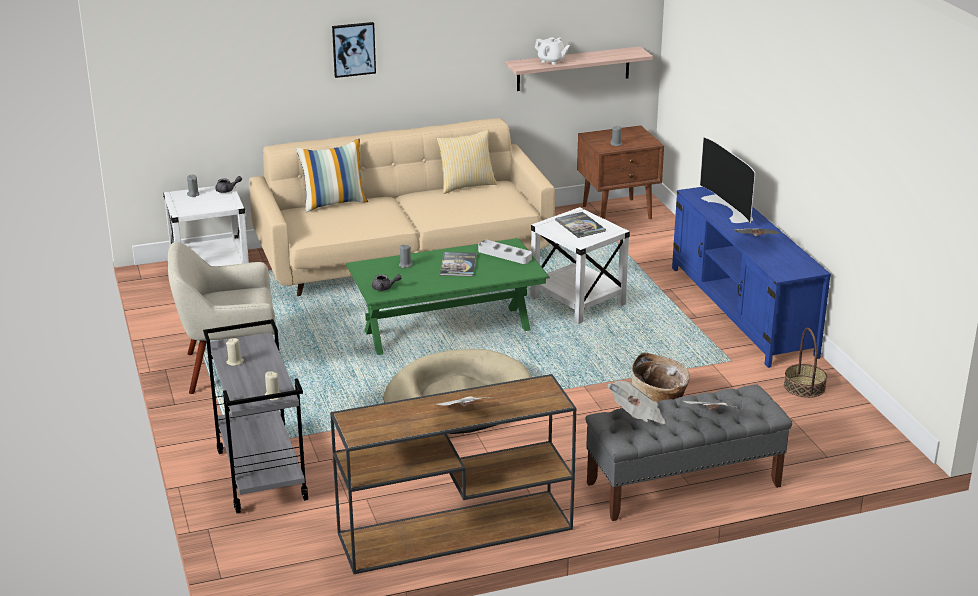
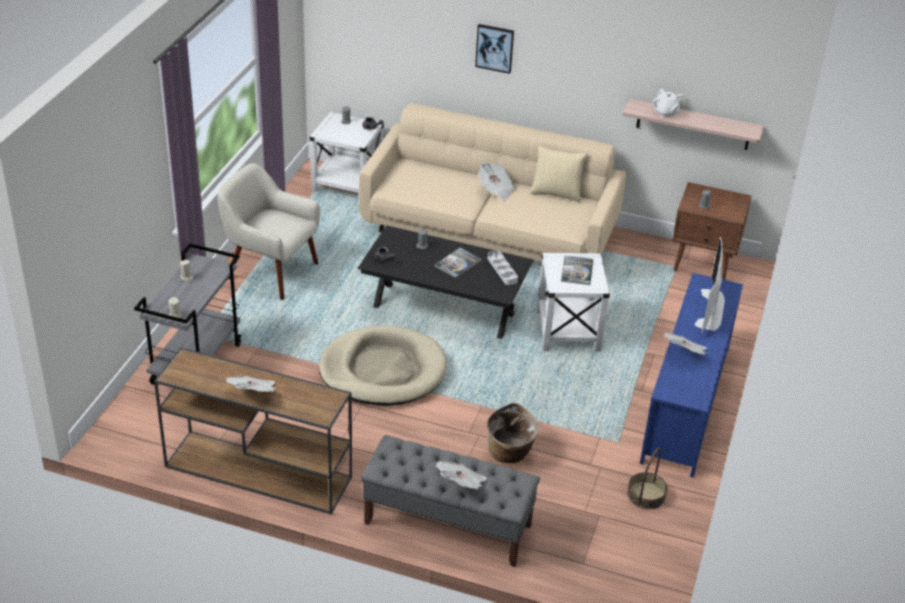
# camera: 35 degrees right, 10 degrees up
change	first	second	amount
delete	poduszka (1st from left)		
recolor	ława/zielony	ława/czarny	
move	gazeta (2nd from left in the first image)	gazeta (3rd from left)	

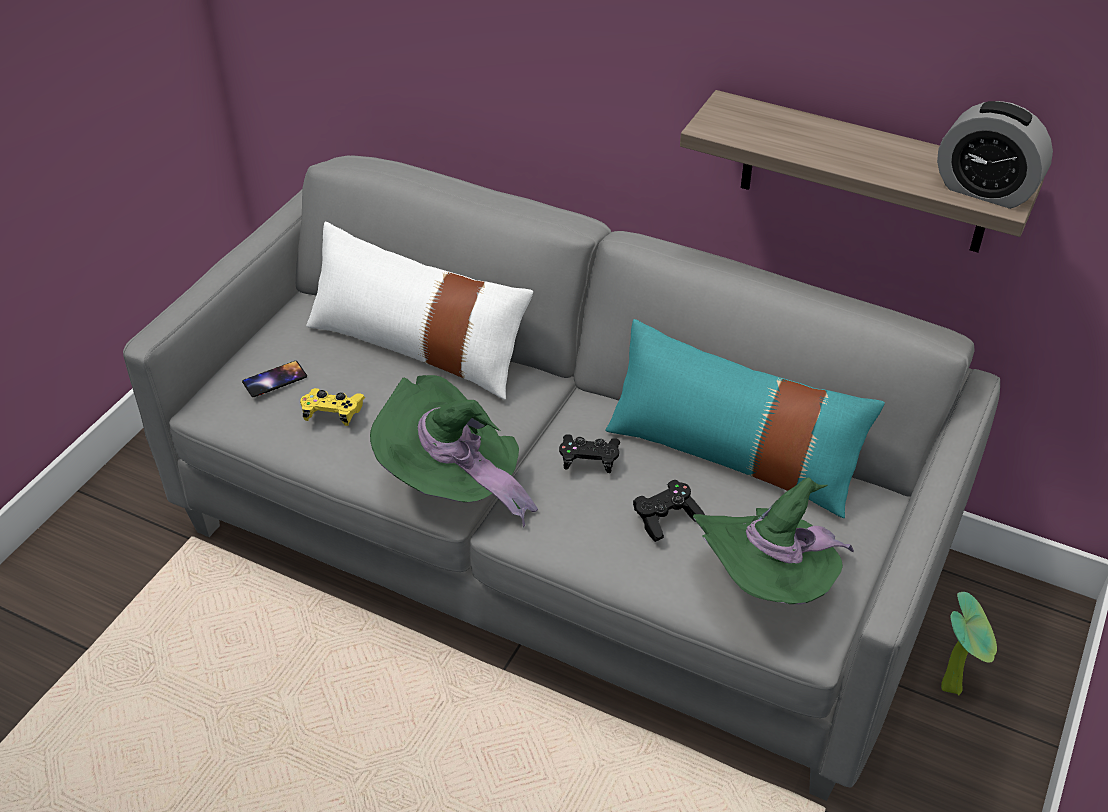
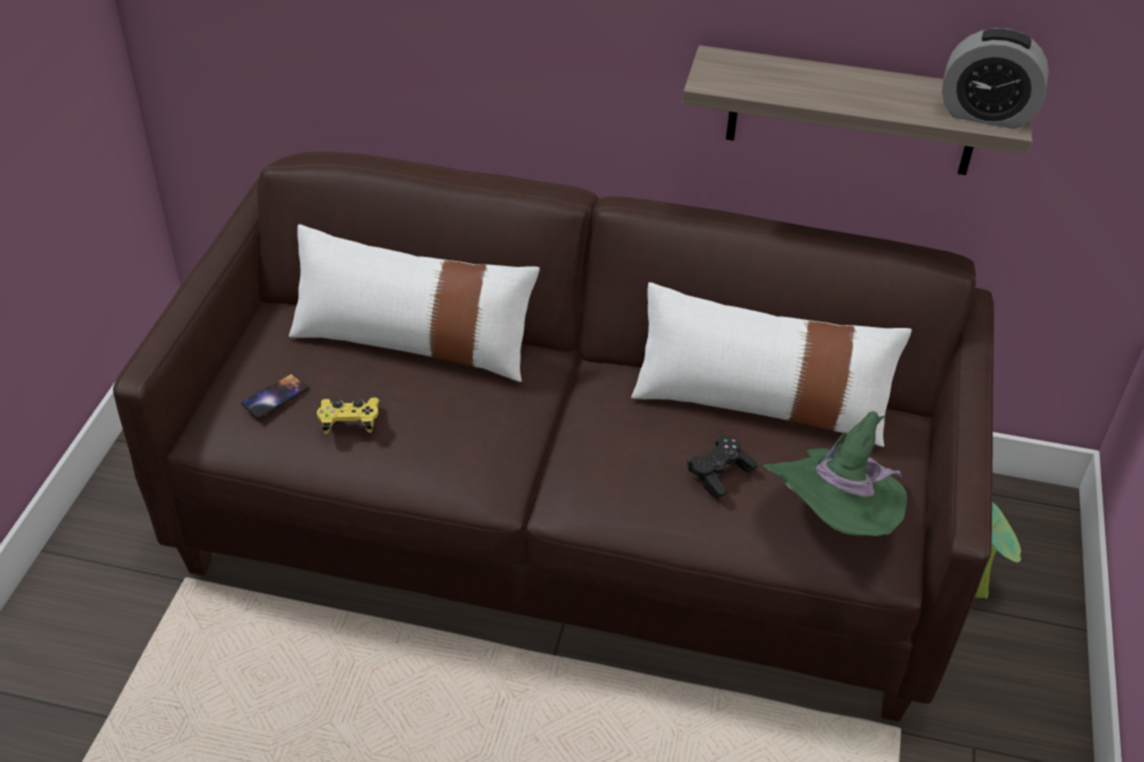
# camera: 15 degrees left, 0 degrees up
change	first	second	amount
recolor	kanapa/szary	kanapa/brązowy	
delete	kapelusz/zielony (1st from left)		
delete	pad do gier/czarny (1st from left)		
recolor	poduszka/turkusowy	poduszka/biały (2nd from left)	

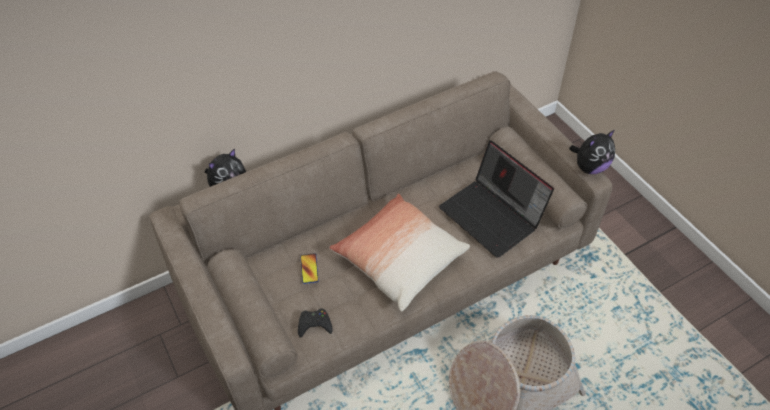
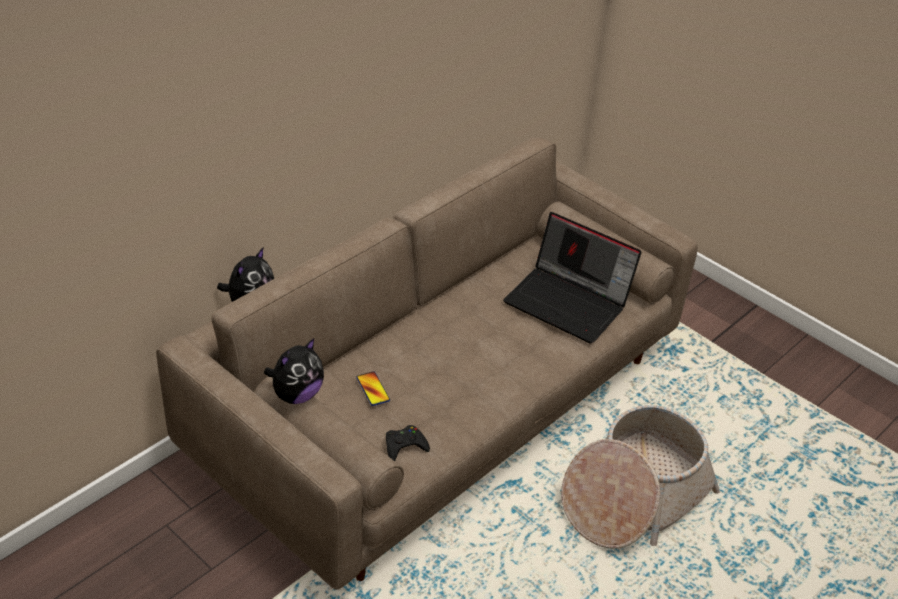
# camera: 20 degrees left, 10 degrees down
change	first	second	amount
delete	poduszka		
move	pluszak (2nd from left)		

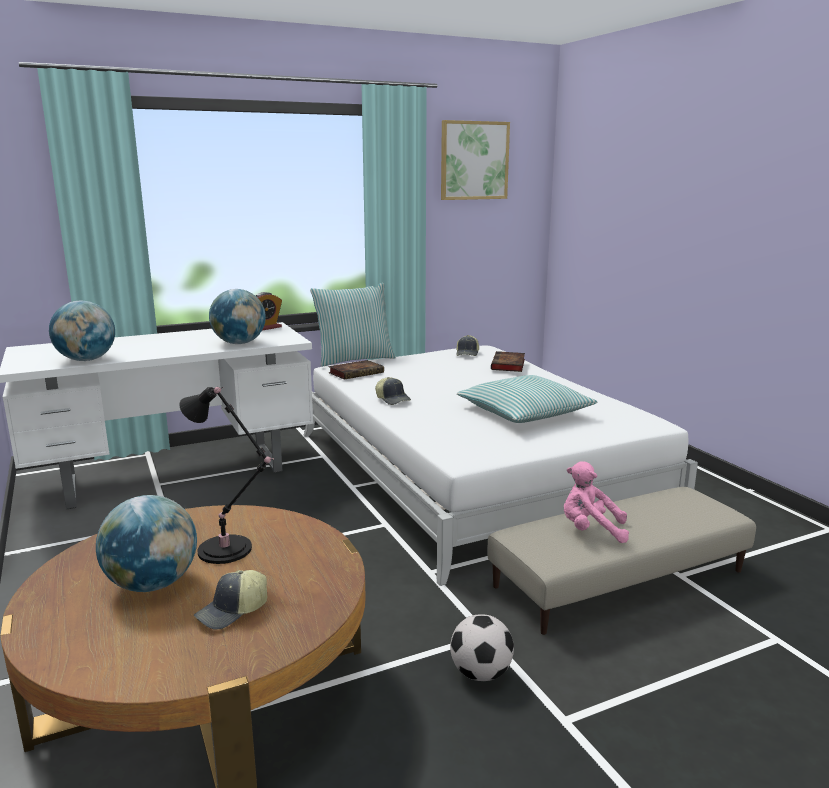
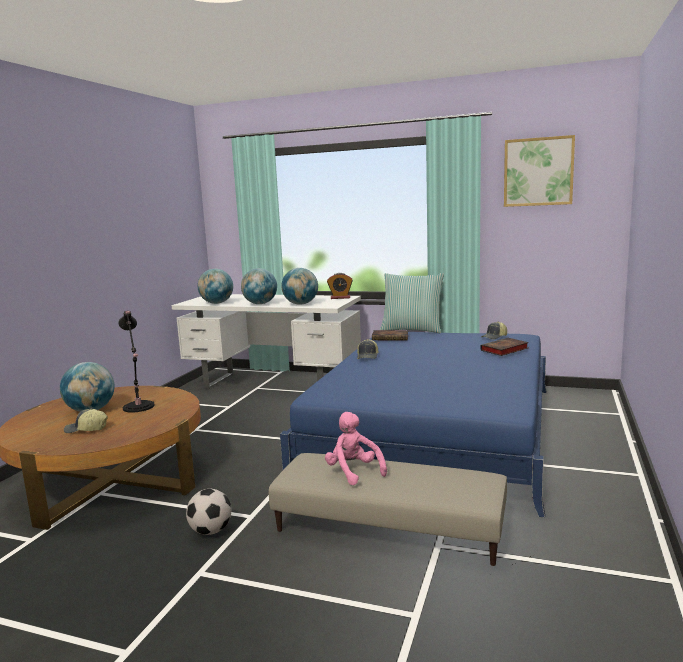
# camera: 45 degrees right, 5 degrees down
change	first	second	amount
recolor	łóżko/biały	łóżko/niebieski	
delete	poduszka (2nd from left)		
insert		globus (3rd from left)	

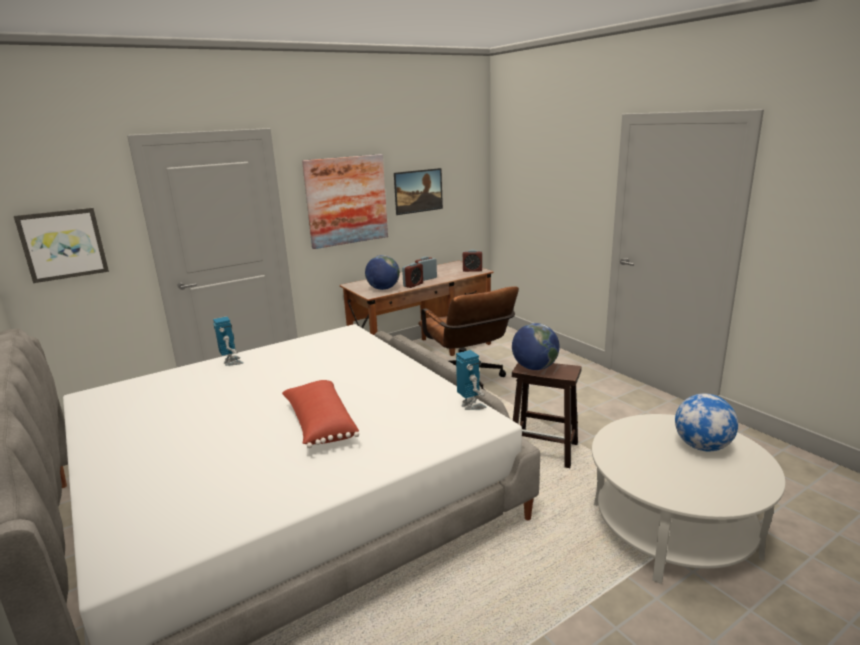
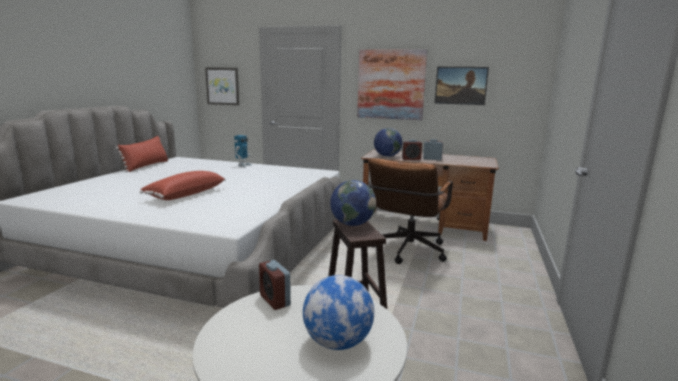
# camera: 50 degrees right, 5 degrees down
change	first	second	amount
delete	robot zabawkowy (2nd from left)		
move	budzik (3rd from left in the first image)	budzik (1st from left)	
insert		poduszka/czerwony (1st from left)	

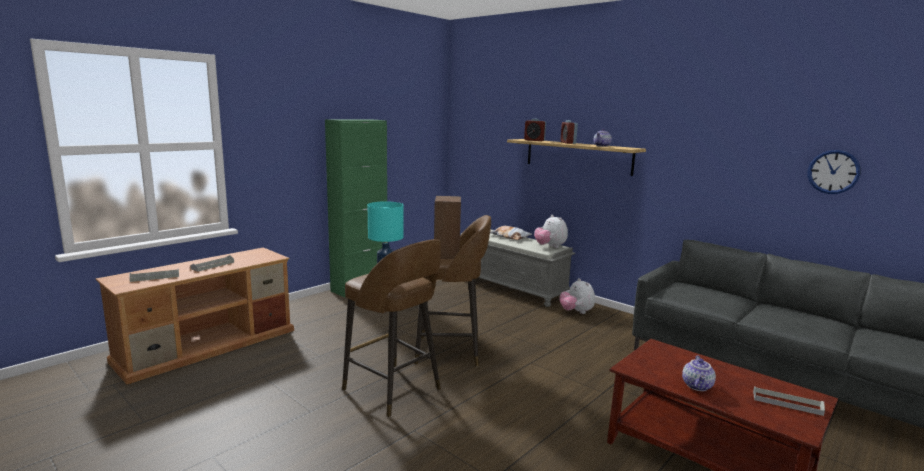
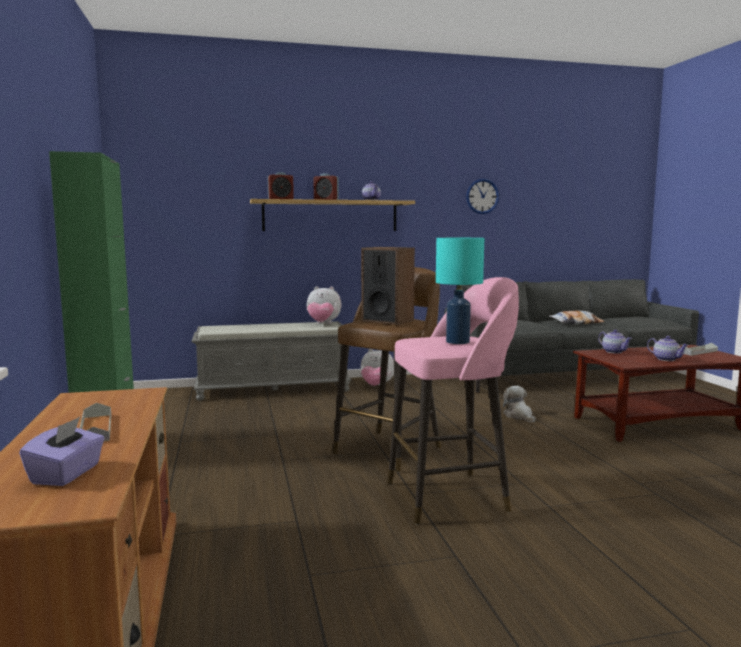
# camera: 55 degrees left, 5 degrees down
change	first	second	amount
replace	taca/szary (1st from left)	pudełko chusteczek/fioletowy	
recolor	stołek/brązowy (1st from left)	stołek/różowy	
move	poduszka		
move	zegar ścienny		
insert		pluszak (3rd from left)	
insert		imbryk (2nd from left)	

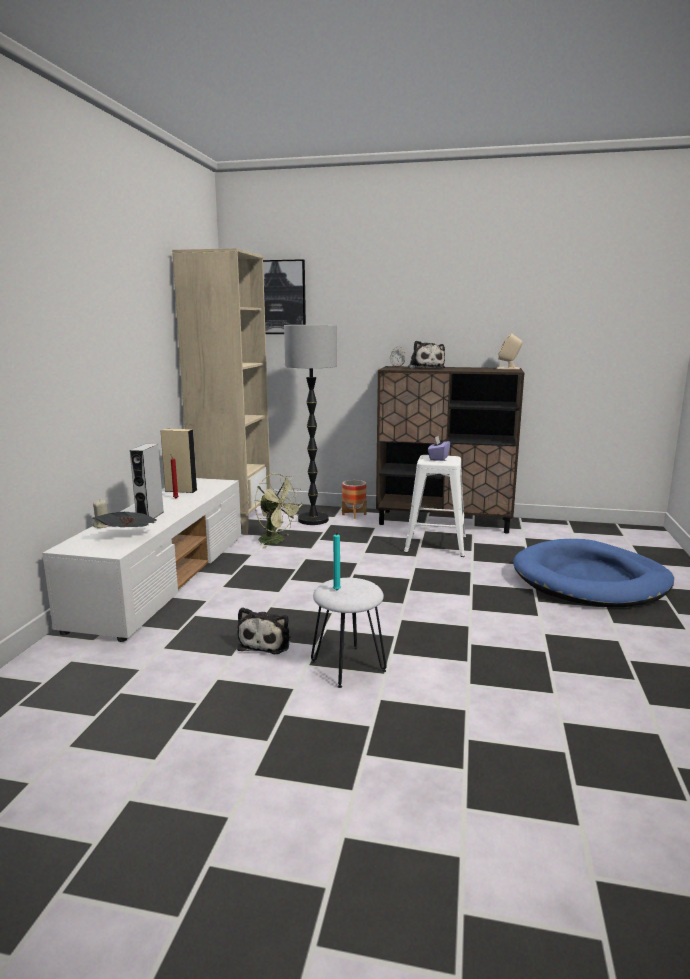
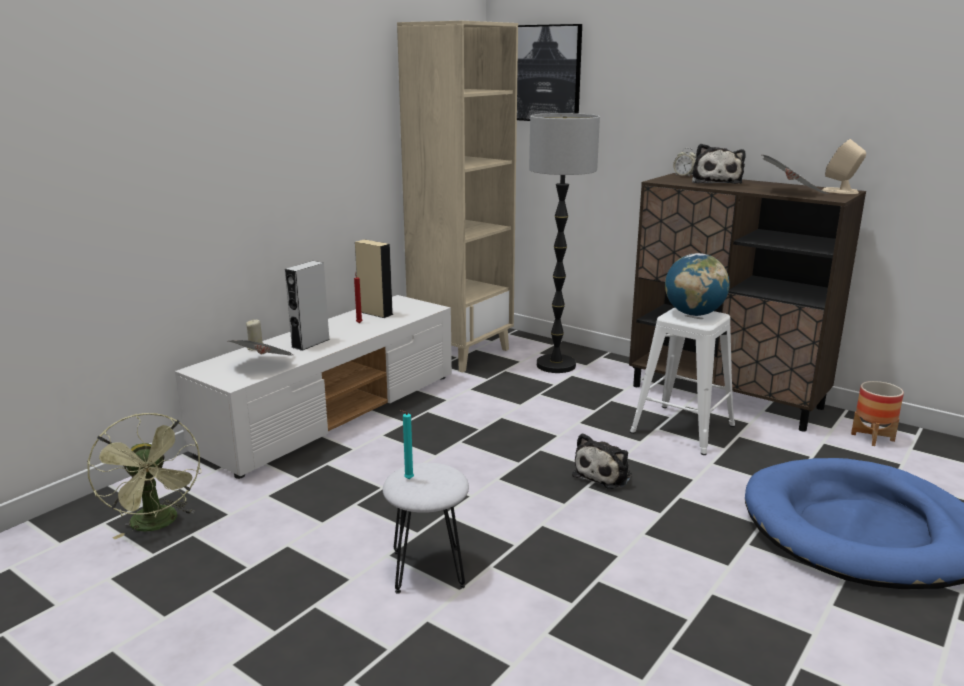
# camera: 25 degrees right, 5 degrees up
change	first	second	amount
move	pluszak (1st from left)		
move	wentylator/zielony		
move	donica		
replace	pudełko chusteczek/fioletowy	globus	
insert		gazeta (2nd from left)	

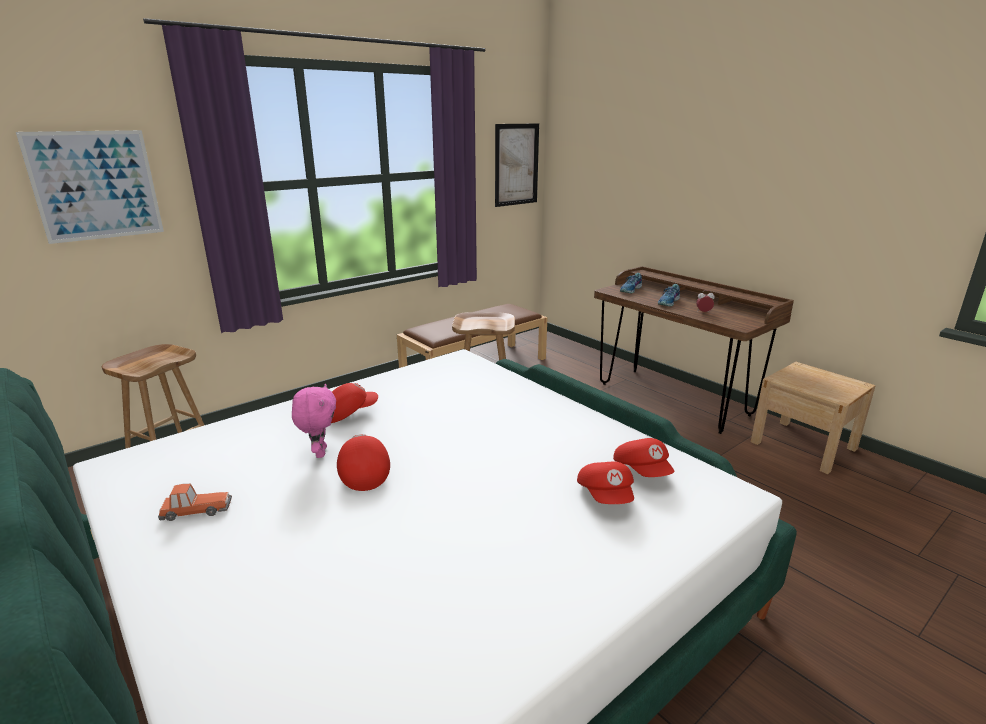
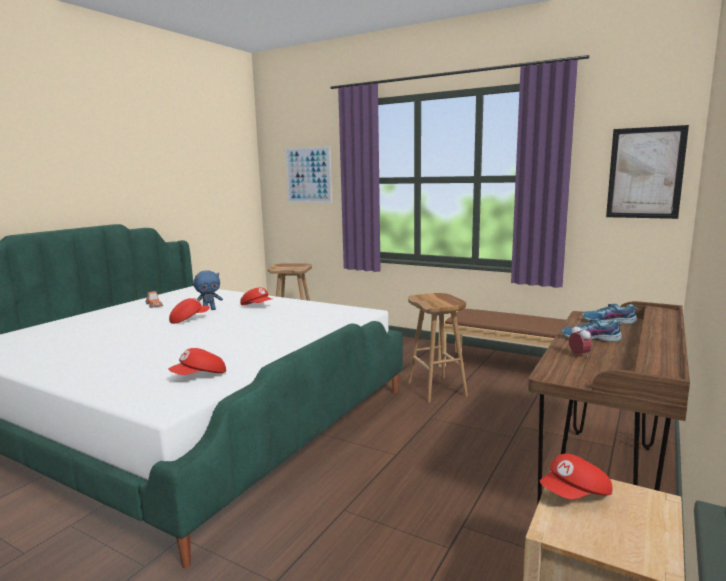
# camera: 70 degrees right, 10 degrees down
change	first	second	amount
recolor	pluszak/różowy	pluszak/niebieski	
move	czapka z daszkiem/czerwony (3rd from left in the first image)	czapka z daszkiem/czerwony (4th from left)	

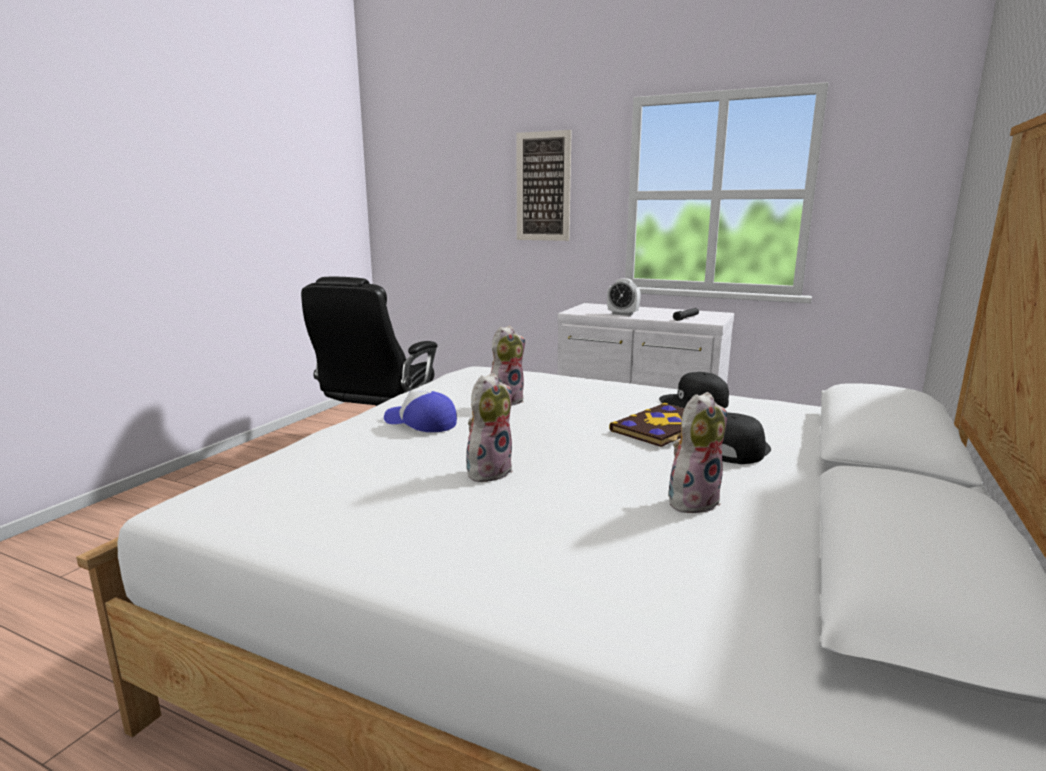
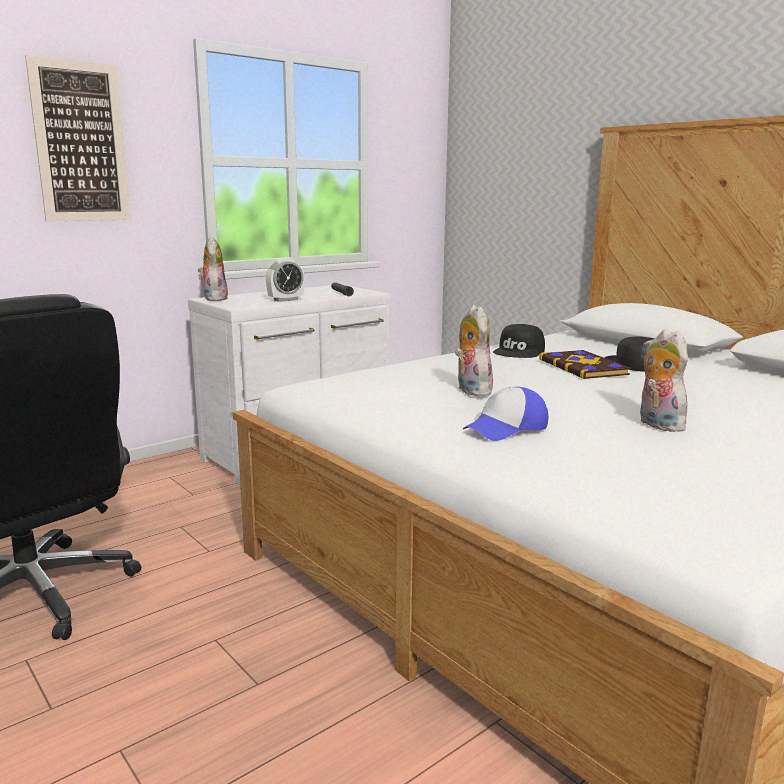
# camera: 65 degrees left, 0 degrees up
change	first	second	amount
move	pluszak (3rd from left in the first image)	pluszak (1st from left)	

